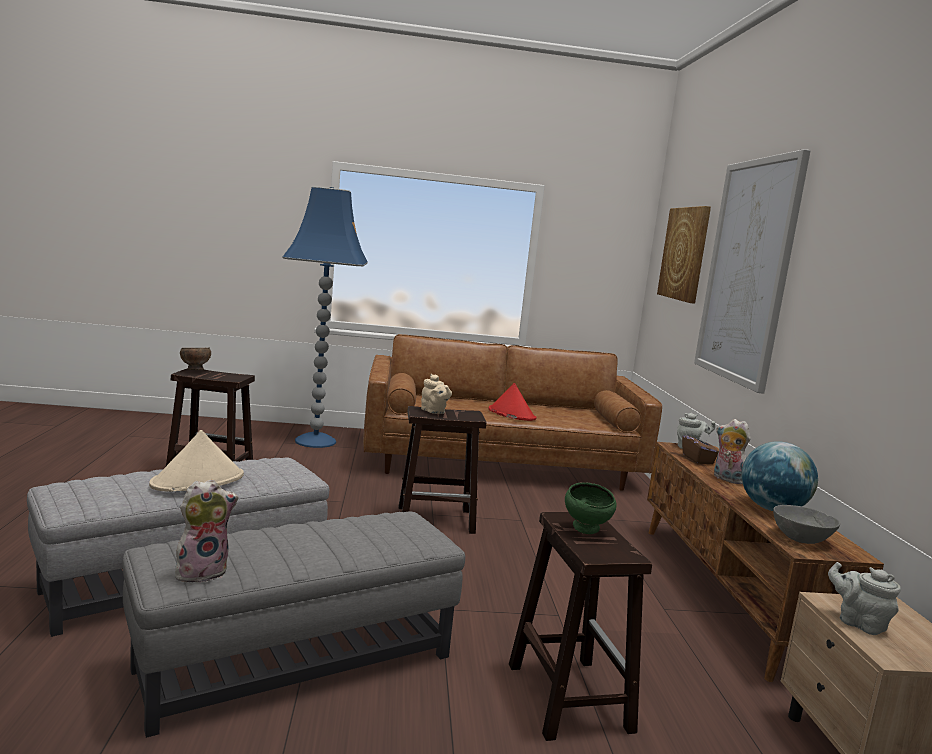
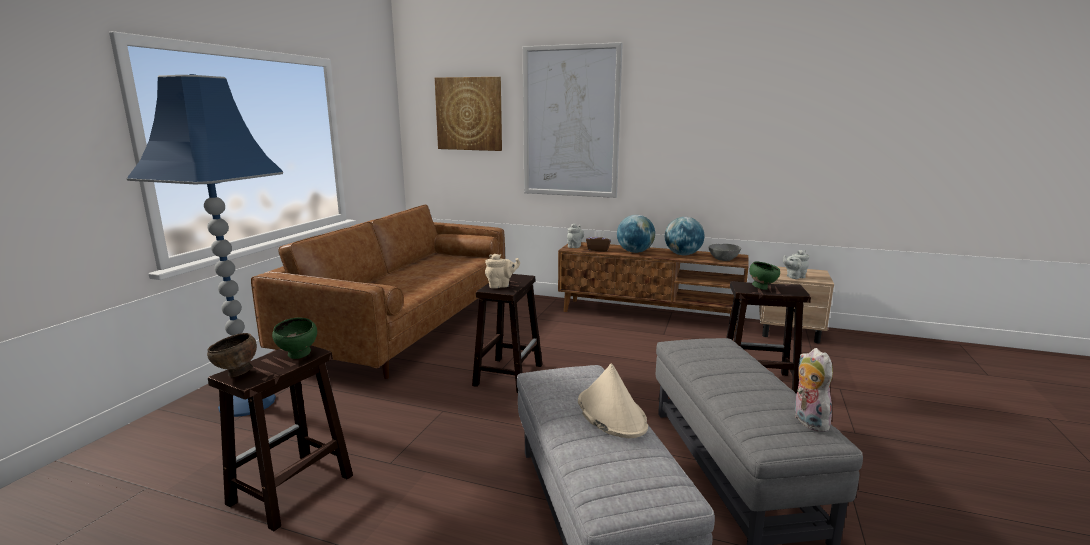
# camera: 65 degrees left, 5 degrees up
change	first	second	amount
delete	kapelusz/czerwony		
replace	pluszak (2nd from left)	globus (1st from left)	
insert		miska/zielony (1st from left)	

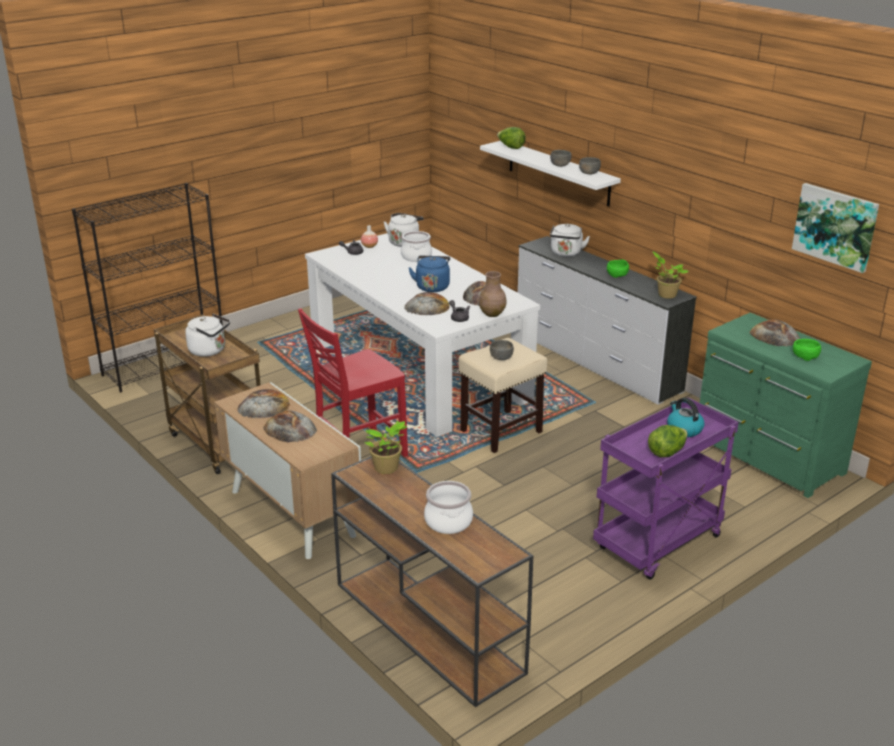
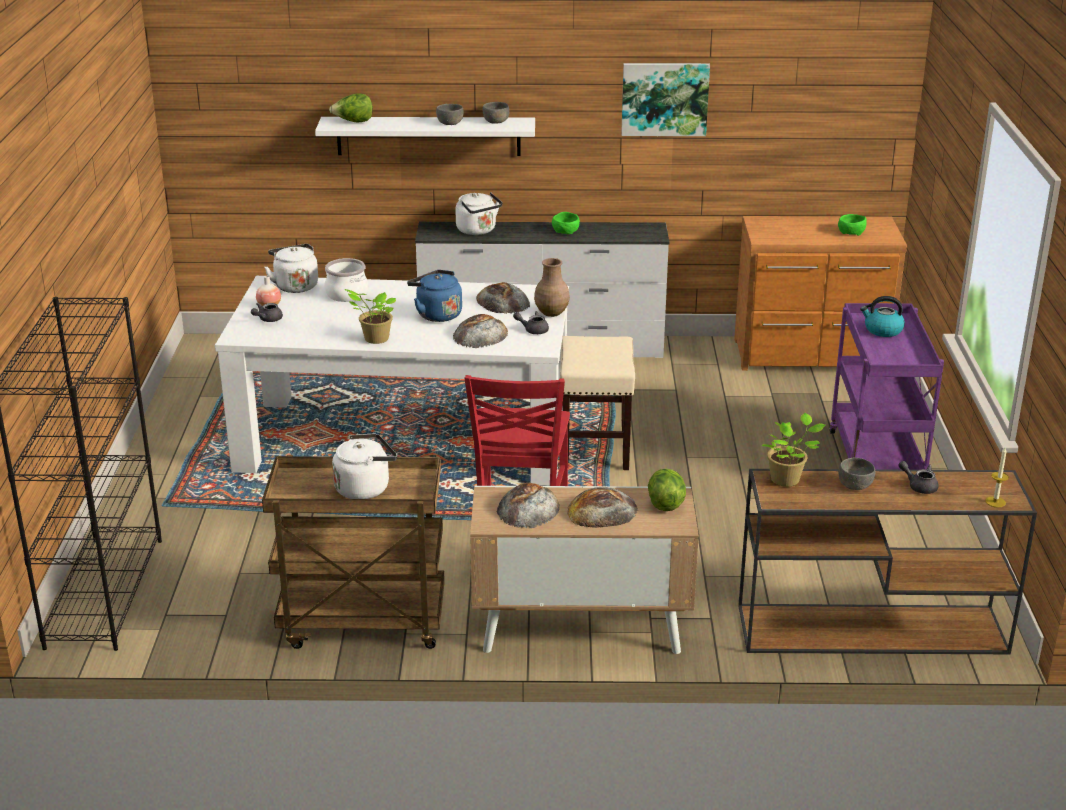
# camera: 50 degrees left, 0 degrees up
change	first	second	amount
replace	garnek (2nd from left)	imbryk/szary (3rd from left)	
move	miska/szary (1st from left in the first image)	miska/szary (3rd from left)	
move	sałata (2nd from left)		
move	roślina doniczkowa (2nd from left in the first image)	roślina doniczkowa (1st from left)	
recolor	komoda/zielony	komoda/brązowy	
delete	chleb (5th from left)		
move	obraz		
insert		świeca	

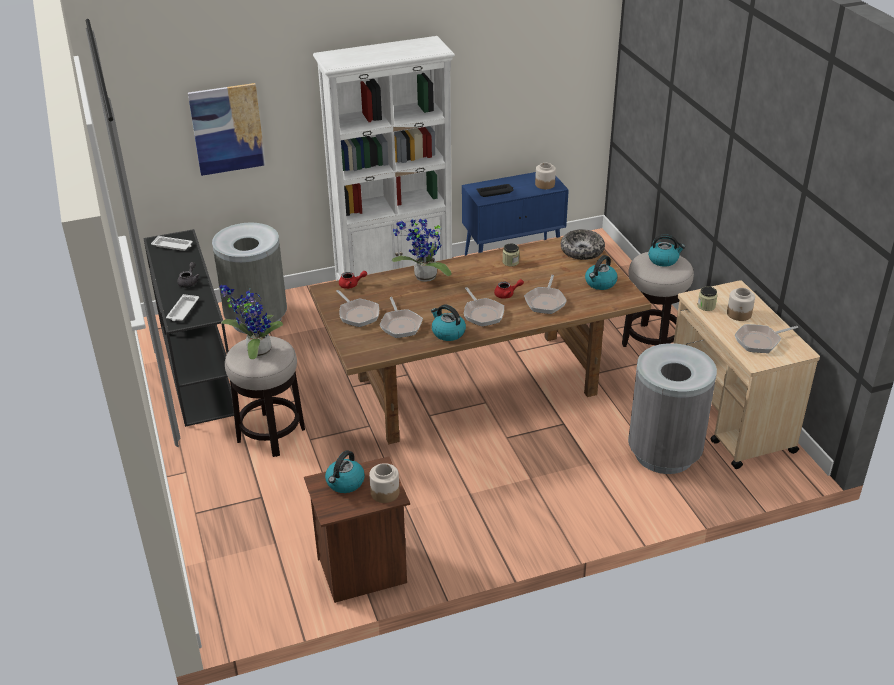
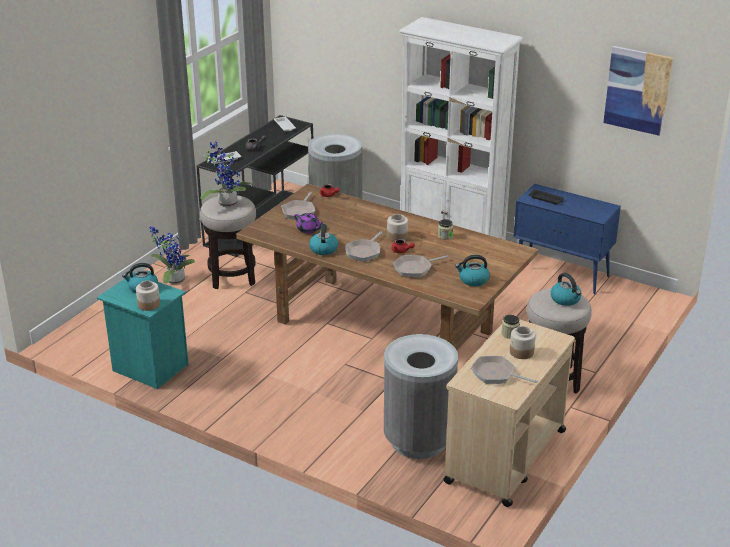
# camera: 50 degrees right, 5 degrees down
change	first	second	amount
move	obraz		
recolor	szafka nocna/brązowy	szafka nocna/turkusowy	
replace	patelnia (2nd from left)	imbryk/fioletowy	
move	roślina doniczkowa (2nd from left in the first image)	roślina doniczkowa (1st from left)	
move	słoik (3rd from left in the first image)	słoik (2nd from left)	
delete	miska		

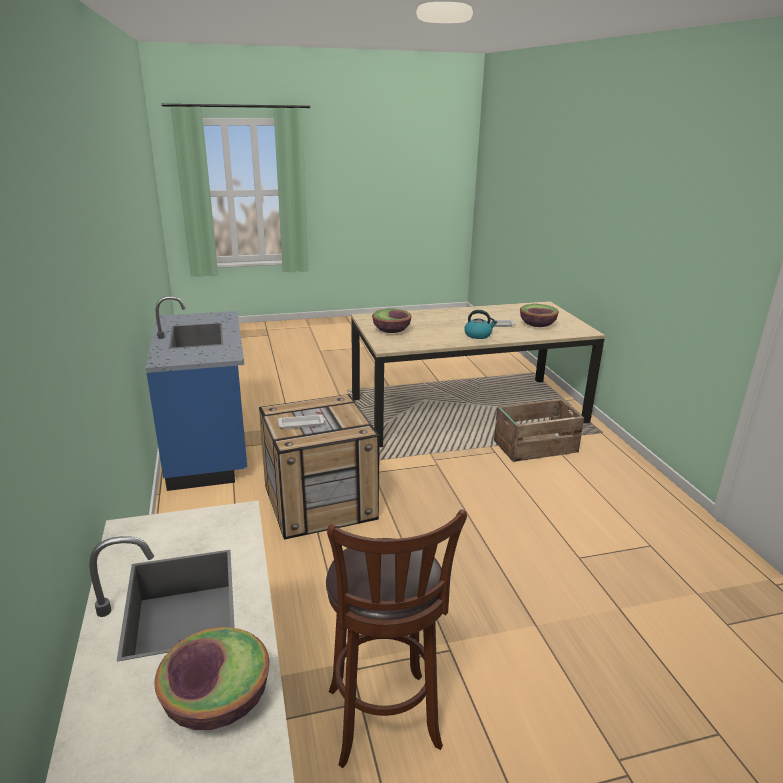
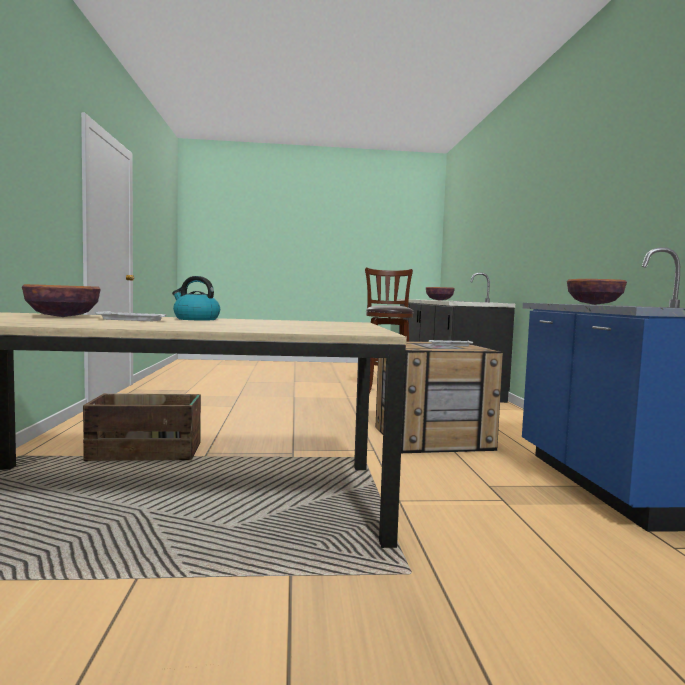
# camera: 170 degrees left, 20 degrees down
change	first	second	amount
move	miska (2nd from left in the first image)	miska (3rd from left)	

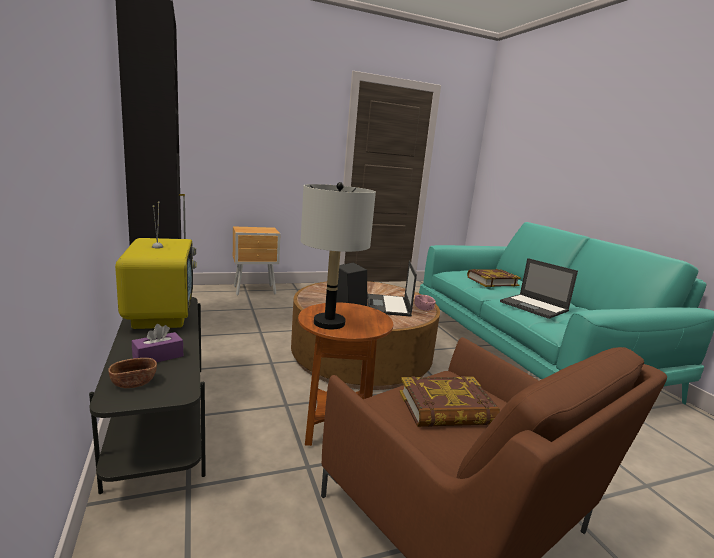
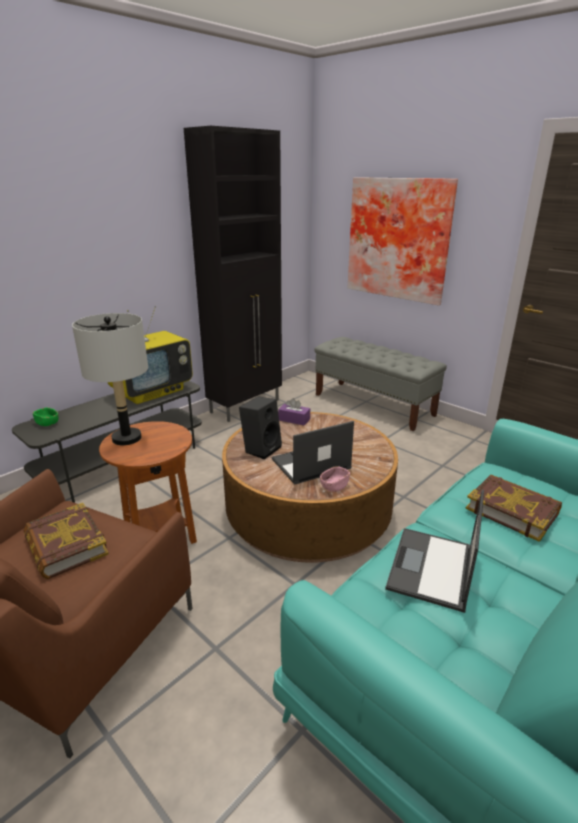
# camera: 65 degrees right, 10 degrees up
change	first	second	amount
recolor	miska/brązowy	miska/zielony	
move	pudełko chusteczek/fioletowy		
replace	szafka nocna/brązowy	ławka/szary	
insert		obraz	

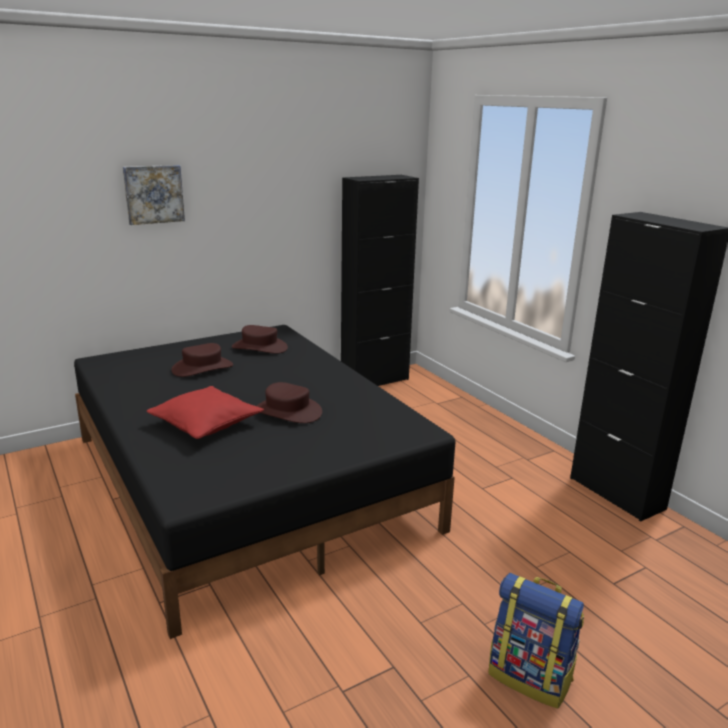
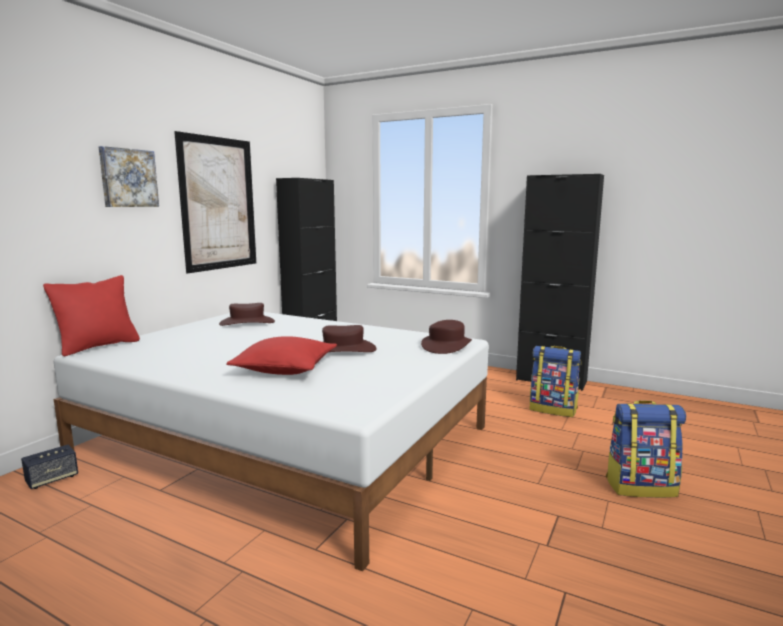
# camera: 30 degrees left, 10 degrees down
change	first	second	amount
recolor	łóżko/czarny	łóżko/biały	
move	kapelusz/brązowy (1st from left in the first image)	kapelusz/brązowy (3rd from left)	
insert		głośnik	
insert		poduszka/czerwony (1st from left)	
insert		obraz (2nd from left)	
insert		plecak (1st from left)	

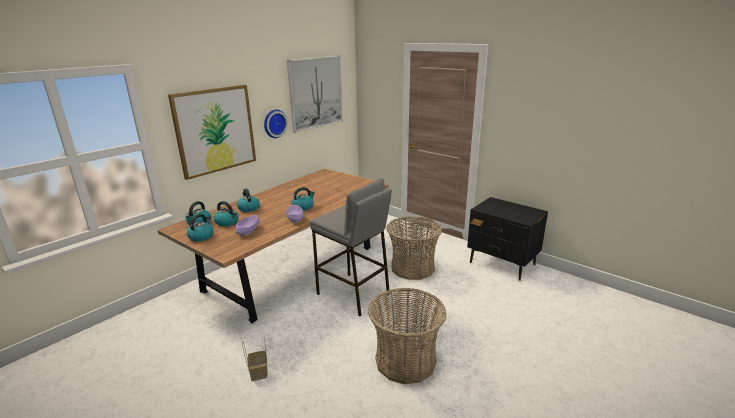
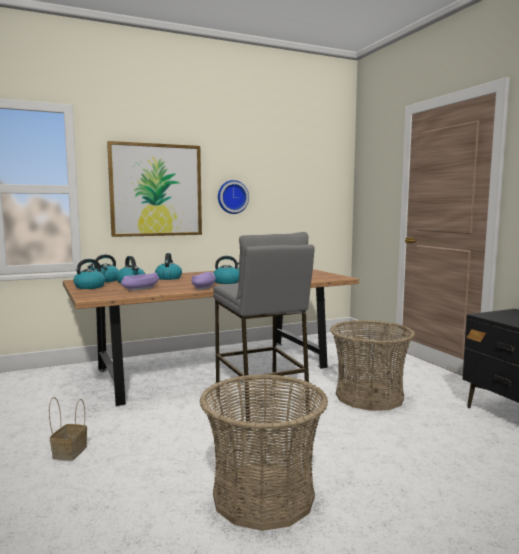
# camera: 25 degrees right, 15 degrees down
change	first	second	amount
delete	obraz (2nd from left)		

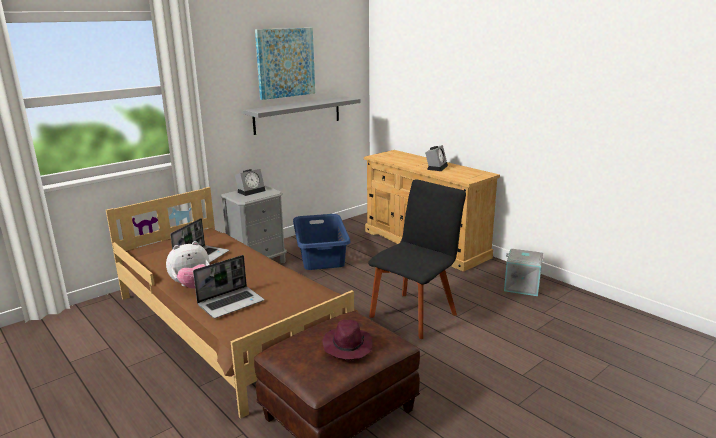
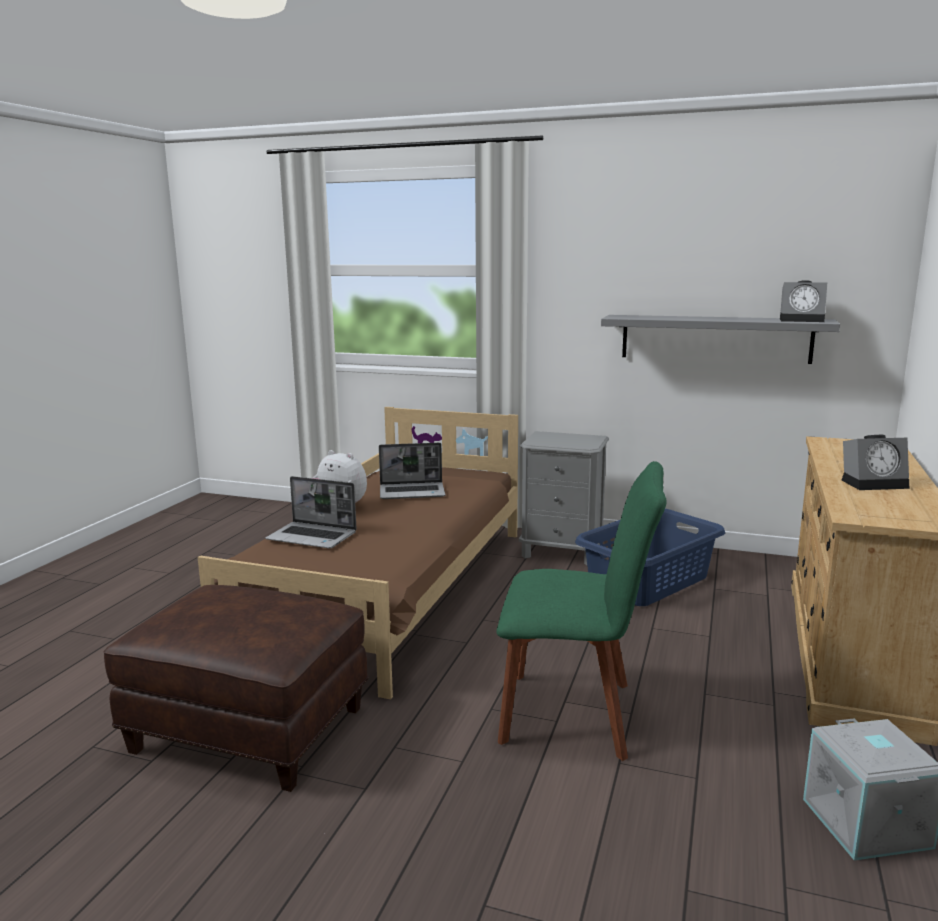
# camera: 60 degrees right, 5 degrees down
change	first	second	amount
move	budzik (1st from left)		
delete	obraz		
delete	kapelusz/fioletowy		
recolor	krzesło/czarny	krzesło/zielony	

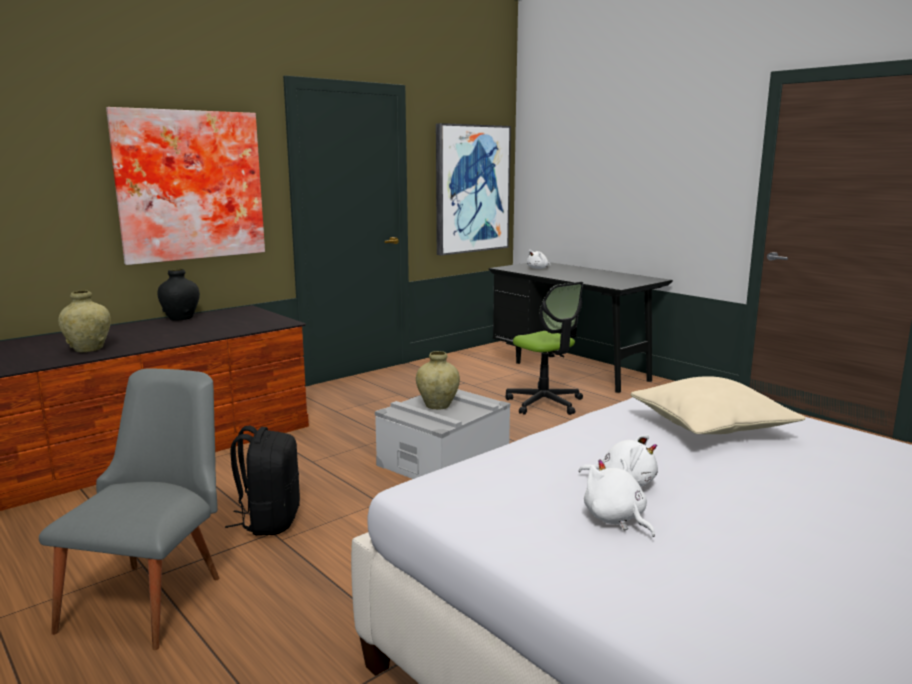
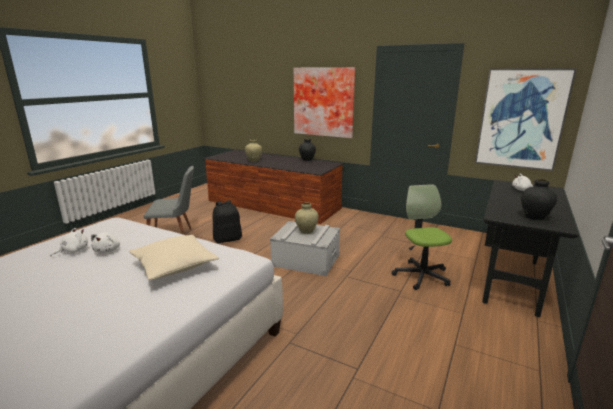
# camera: 70 degrees right, 5 degrees up
change	first	second	amount
rotate	krzesło biurowe		135 degrees clockwise
insert		wazon/czarny (2nd from left)	

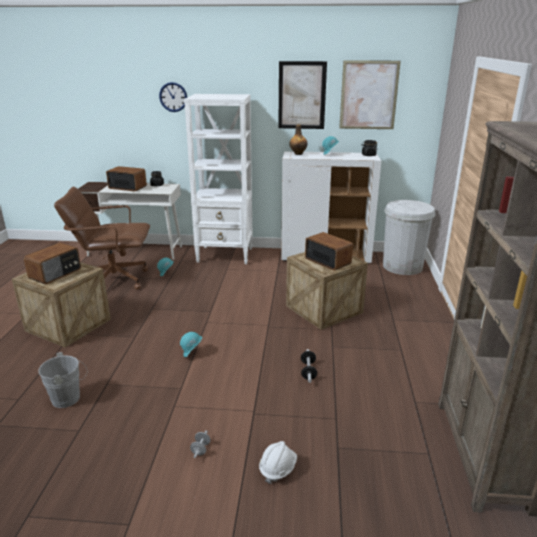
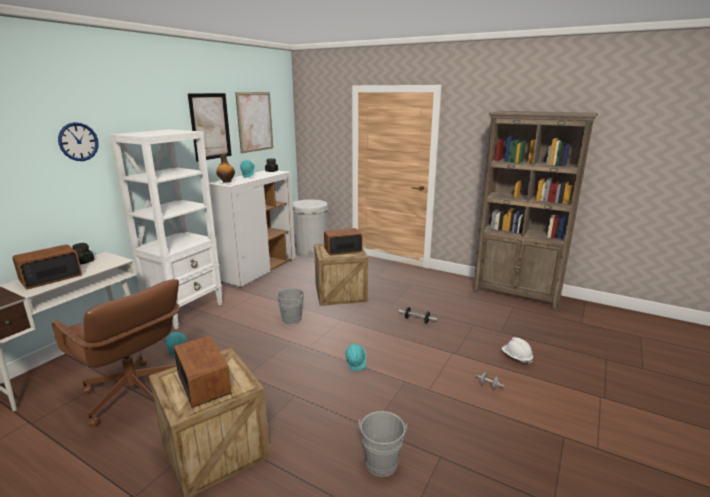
# camera: 65 degrees left, 5 degrees down
change	first	second	amount
rotate	krzesło biurowe/brązowy		75 degrees counterclockwise
insert		wiadro/szary (1st from left)	

